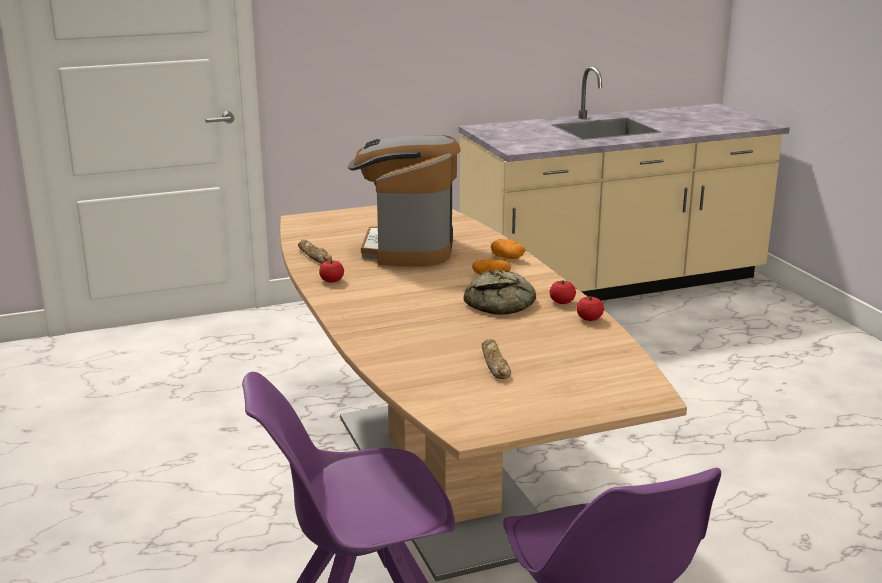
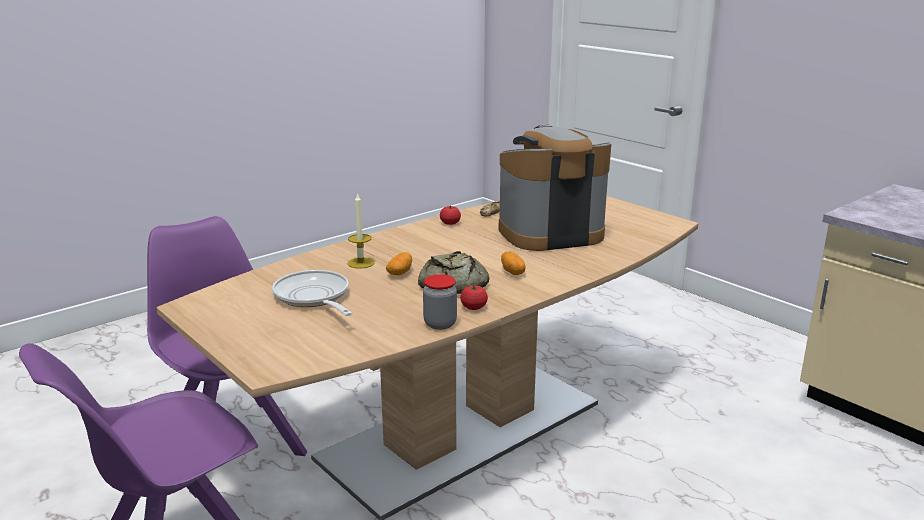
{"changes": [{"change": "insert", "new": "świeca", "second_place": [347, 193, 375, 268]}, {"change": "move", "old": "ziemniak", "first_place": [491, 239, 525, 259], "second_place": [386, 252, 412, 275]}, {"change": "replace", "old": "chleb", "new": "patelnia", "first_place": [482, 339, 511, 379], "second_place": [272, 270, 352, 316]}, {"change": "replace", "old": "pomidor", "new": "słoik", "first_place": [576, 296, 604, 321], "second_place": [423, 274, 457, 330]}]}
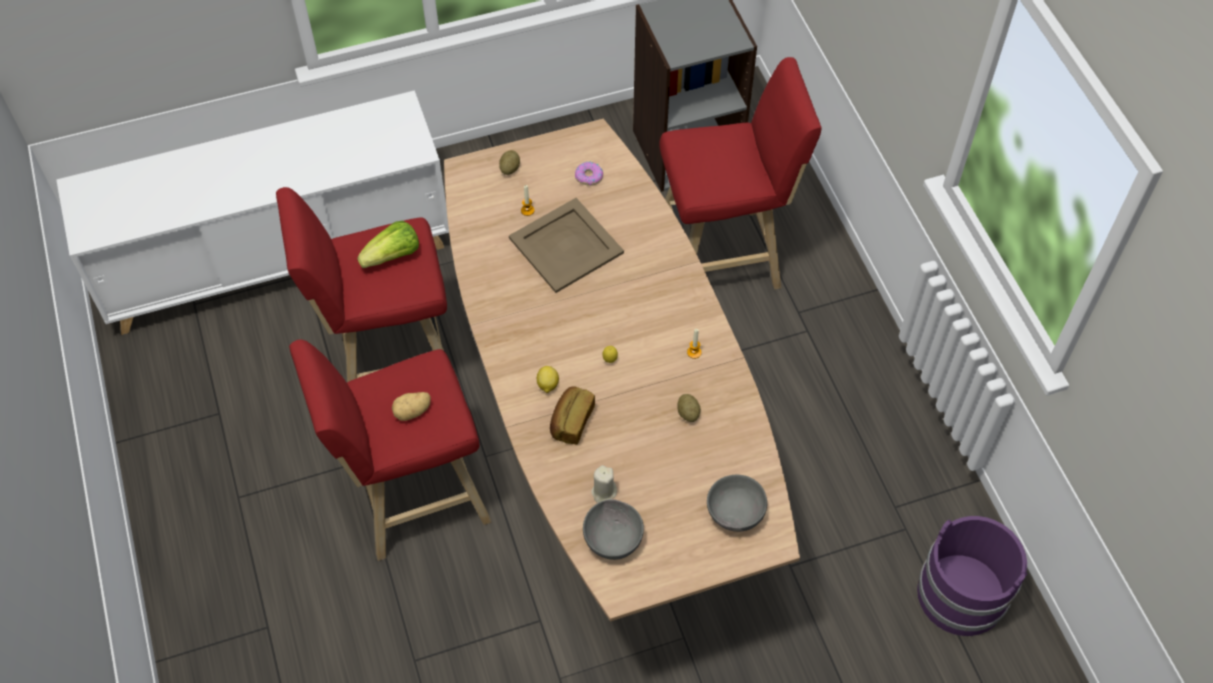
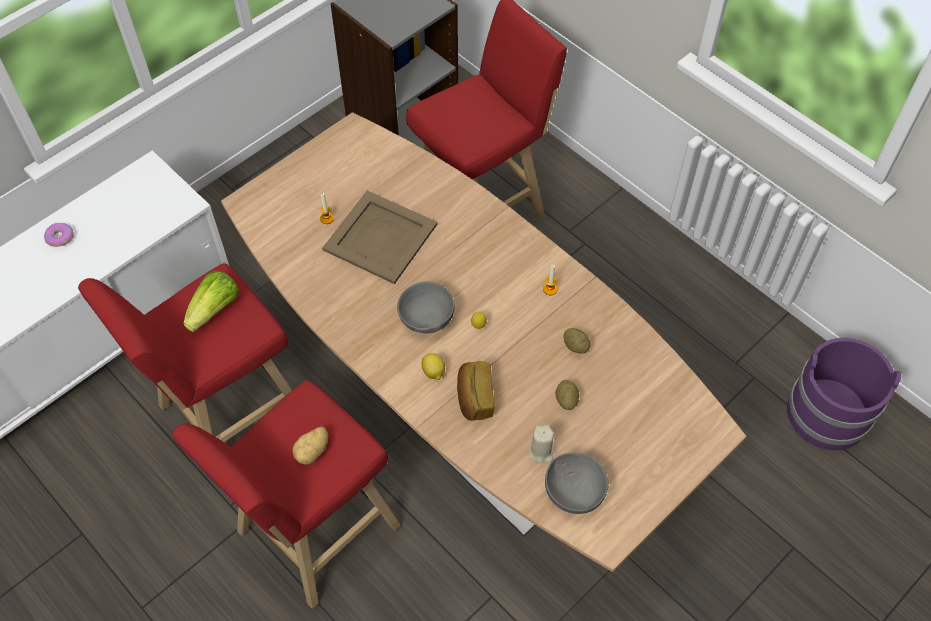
{"changes": [{"change": "move", "old": "ziemniak", "first_place": [499, 150, 520, 175], "second_place": [556, 380, 579, 410]}, {"change": "move", "old": "donut", "first_place": [575, 162, 603, 186], "second_place": [44, 223, 74, 247]}, {"change": "move", "old": "miska (szary)", "first_place": [707, 475, 767, 532], "second_place": [397, 281, 454, 333]}]}
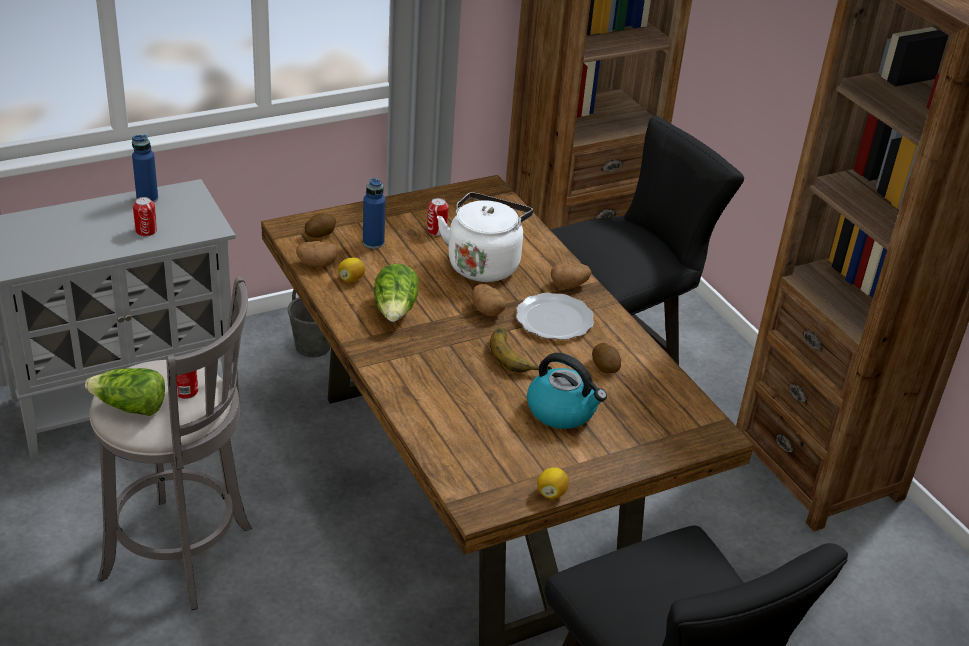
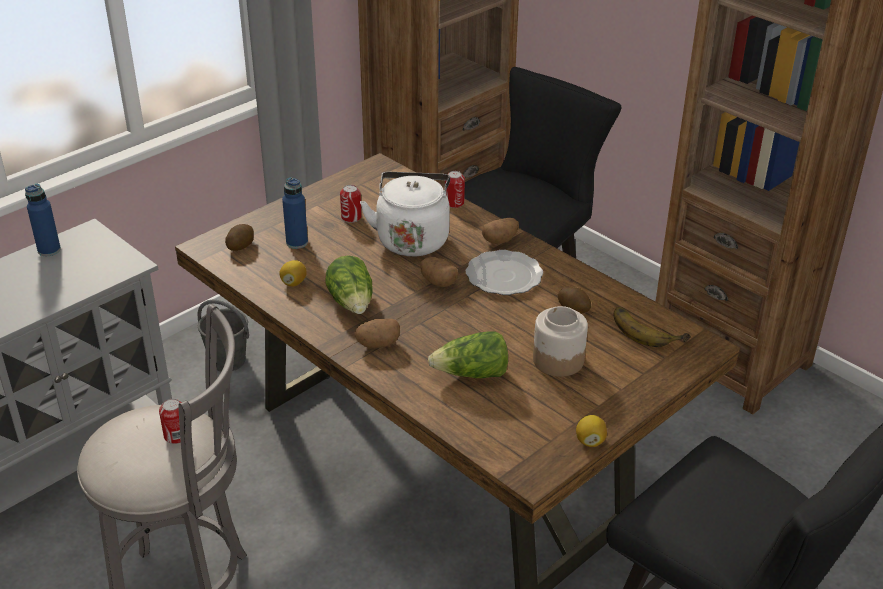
{"changes": [{"change": "move", "old": "sałata", "first_place": [85, 368, 165, 416], "second_place": [428, 332, 508, 378]}, {"change": "move", "old": "puszka", "first_place": [133, 197, 157, 236], "second_place": [445, 171, 465, 208]}, {"change": "move", "old": "ziemniak", "first_place": [296, 241, 338, 267], "second_place": [354, 319, 400, 348]}, {"change": "move", "old": "banan", "first_place": [490, 328, 552, 372], "second_place": [614, 307, 691, 347]}, {"change": "replace", "old": "czajnik", "new": "słoik", "first_place": [527, 353, 607, 429], "second_place": [533, 306, 588, 377]}]}
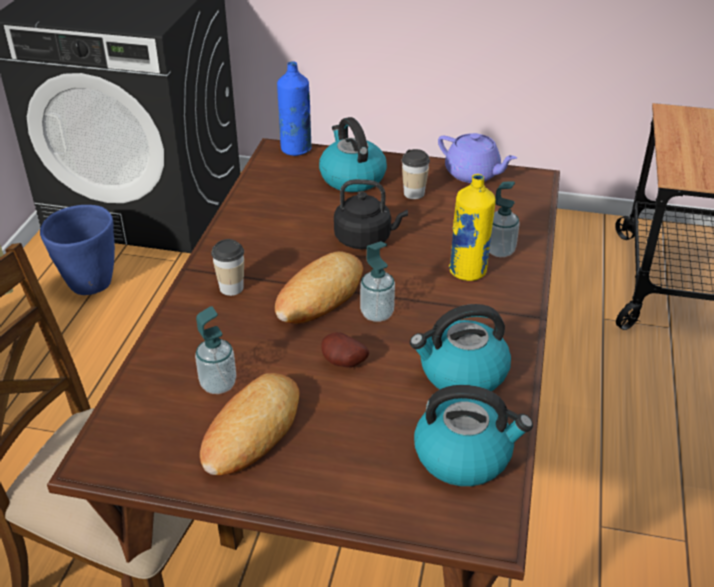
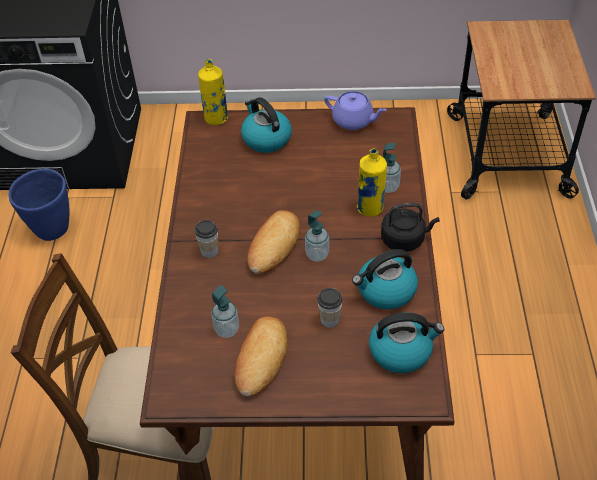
{"changes": [{"change": "delete", "old": "ziemniak", "first_place": [321, 332, 369, 368]}, {"change": "move", "old": "czajnik (czarny)", "first_place": [334, 179, 408, 249], "second_place": [381, 203, 440, 252]}, {"change": "move", "old": "filiżanka", "first_place": [402, 149, 430, 199], "second_place": [317, 288, 343, 328]}, {"change": "recolor", "old": "butelka (niebieski)", "new": "butelka (żółty)", "first_place": [277, 61, 312, 156], "second_place": [198, 59, 228, 125]}]}
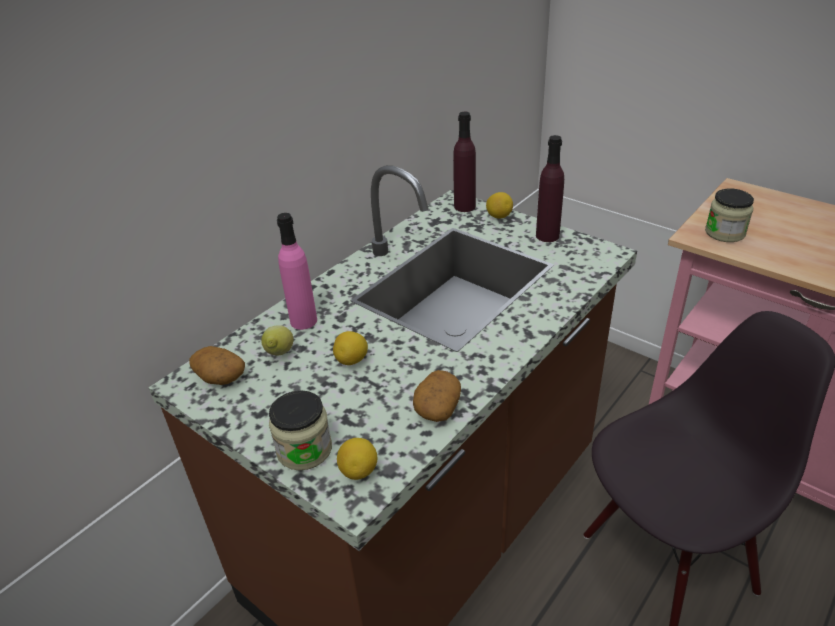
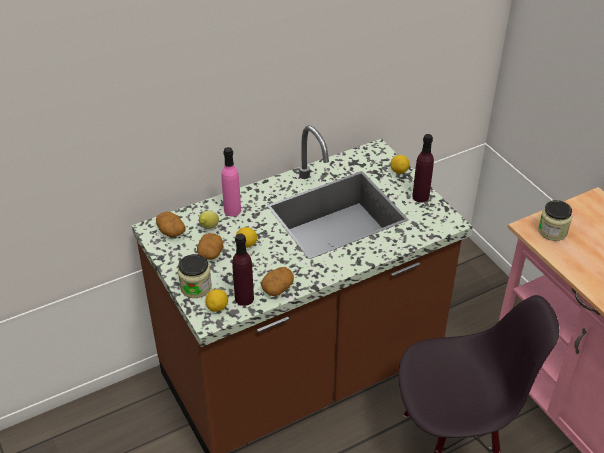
{"changes": [{"change": "insert", "new": "ziemniak", "second_place": [197, 233, 223, 260]}, {"change": "move", "old": "butelka (fioletowy)", "first_place": [453, 112, 476, 212], "second_place": [232, 233, 254, 306]}]}
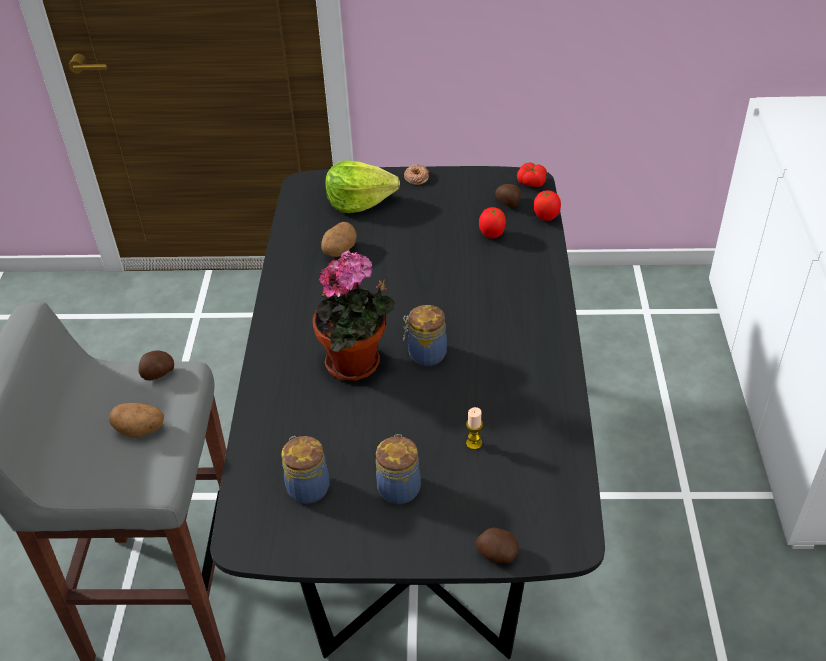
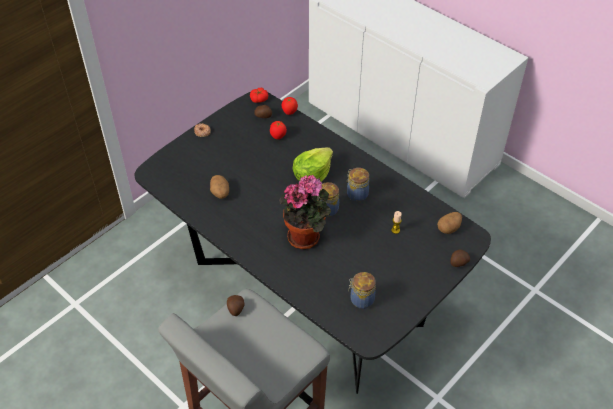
{"changes": [{"change": "move", "old": "ziemniak", "first_place": [109, 403, 164, 438], "second_place": [437, 212, 462, 234]}, {"change": "move", "old": "sałata", "first_place": [325, 161, 400, 213], "second_place": [292, 147, 333, 182]}, {"change": "move", "old": "słoik", "first_place": [376, 434, 421, 504], "second_place": [347, 168, 369, 202]}]}
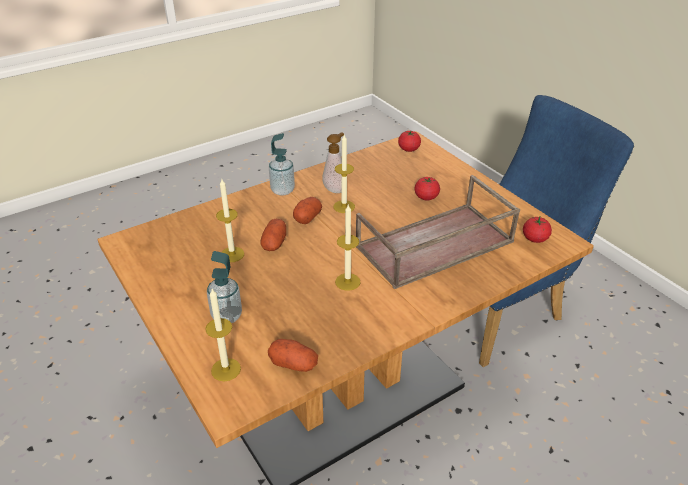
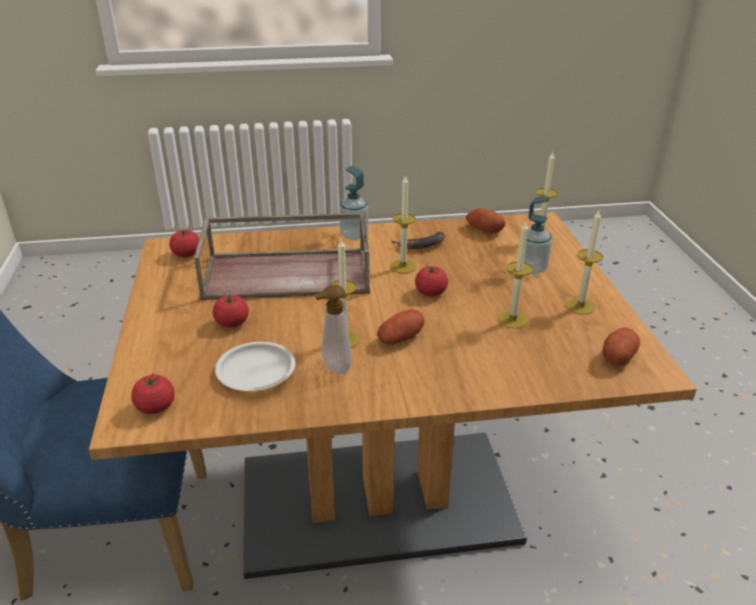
{"changes": [{"change": "insert", "new": "talerz (biały)", "second_place": [215, 342, 295, 391]}, {"change": "insert", "new": "banan", "second_place": [392, 232, 445, 249]}, {"change": "insert", "new": "pomidor", "second_place": [415, 266, 448, 297]}, {"change": "insert", "new": "świeca", "second_place": [566, 210, 603, 315]}, {"change": "move", "old": "ziemniak", "first_place": [261, 219, 286, 251], "second_place": [602, 327, 640, 366]}, {"change": "move", "old": "dozownik mydła", "first_place": [269, 133, 295, 196], "second_place": [339, 166, 368, 240]}]}
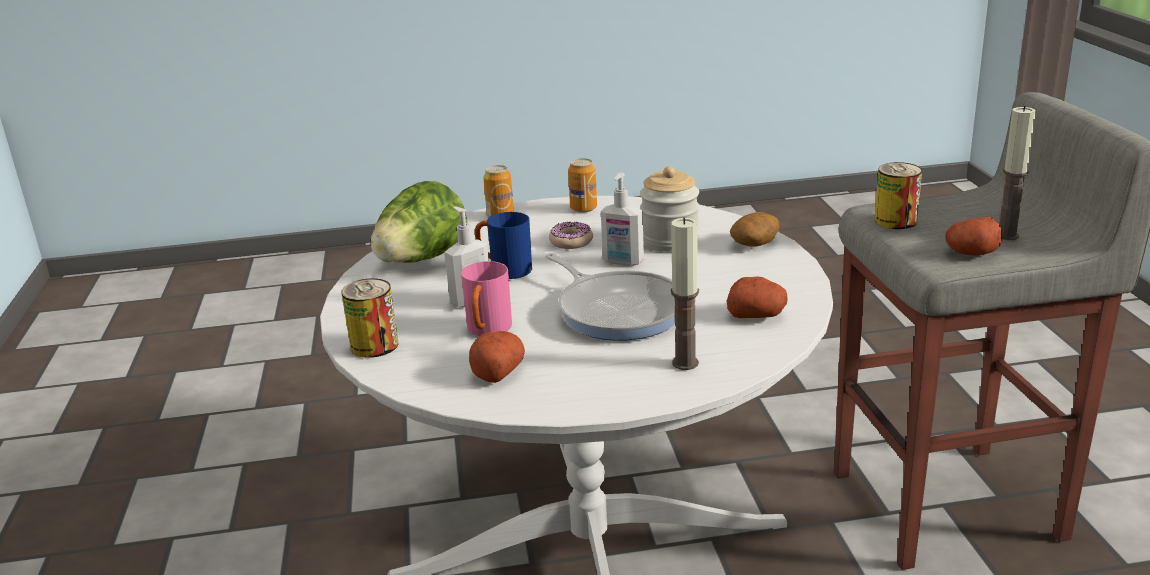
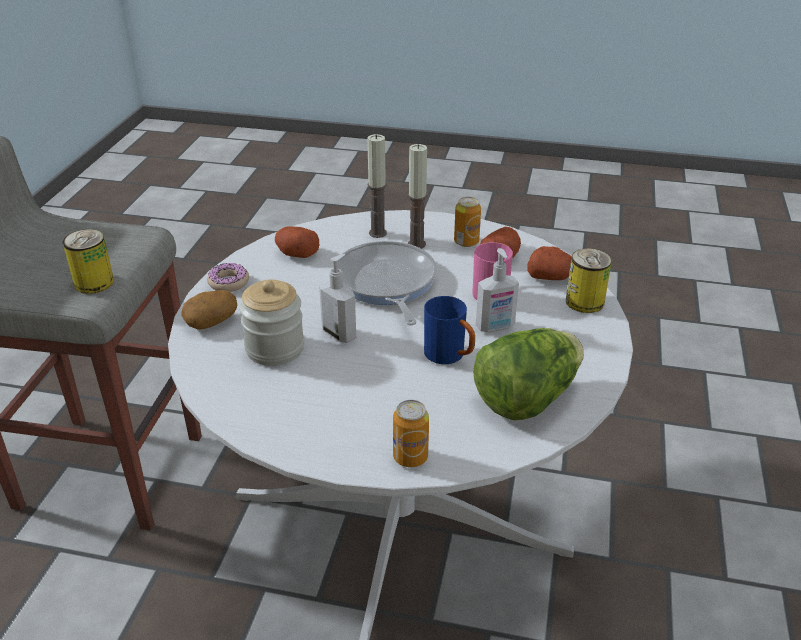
{"changes": [{"change": "move", "old": "donut", "first_place": [549, 222, 593, 249], "second_place": [207, 263, 249, 292]}, {"change": "move", "old": "puszka", "first_place": [568, 158, 597, 213], "second_place": [454, 197, 481, 247]}, {"change": "move", "old": "ziemniak", "first_place": [945, 217, 1002, 256], "second_place": [527, 246, 572, 280]}, {"change": "move", "old": "świeca", "first_place": [999, 106, 1036, 240], "second_place": [408, 144, 427, 249]}]}
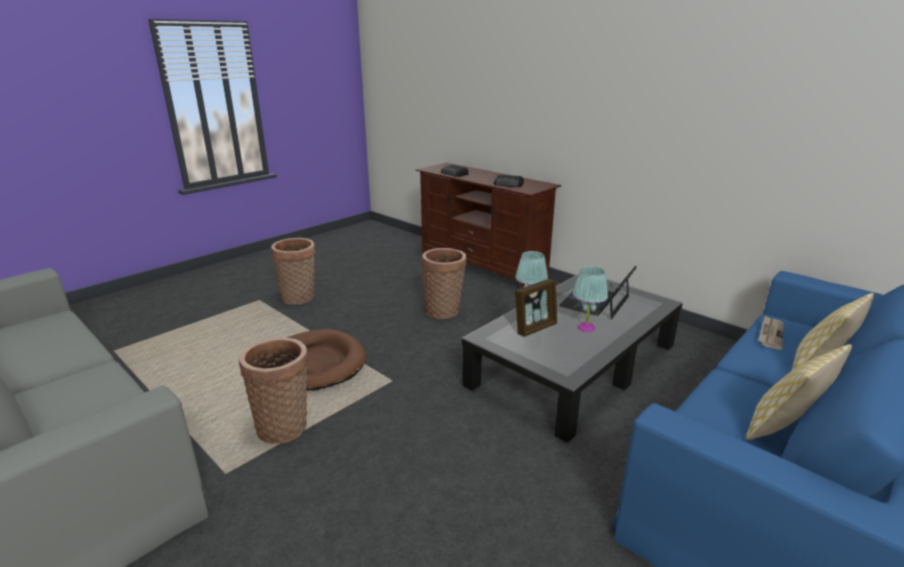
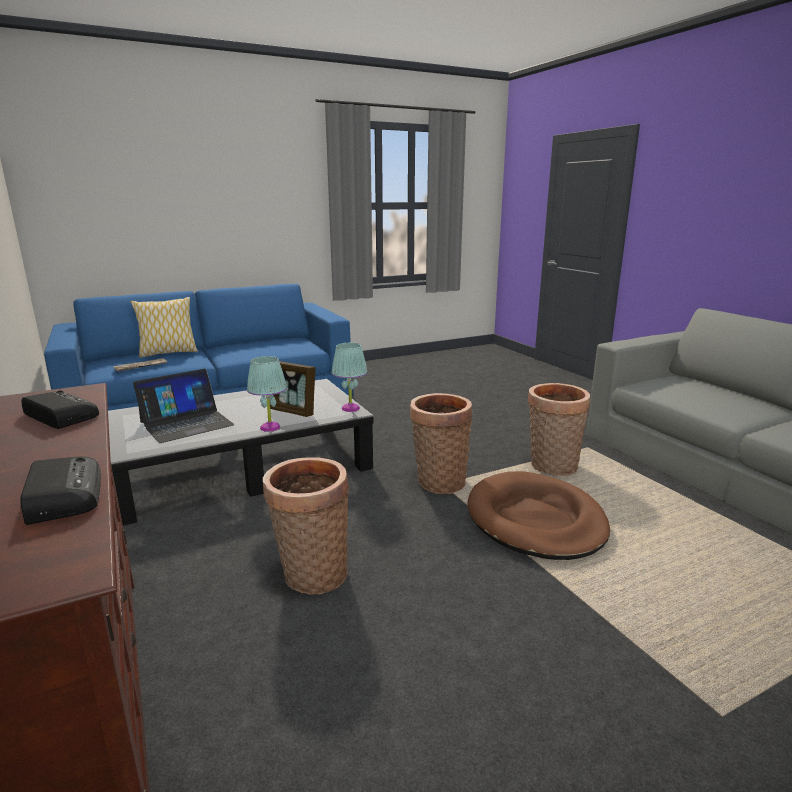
{"changes": [{"change": "delete", "old": "poduszka", "first_place": [746, 344, 852, 440]}, {"change": "move", "old": "koszyk", "first_place": [271, 238, 315, 305], "second_place": [410, 393, 472, 494]}, {"change": "move", "old": "lampa stołowa (turkusowy)", "first_place": [572, 266, 608, 332], "second_place": [332, 343, 368, 412]}, {"change": "rotate", "old": "ramka na zdjęcie", "first_place": [515, 279, 557, 337], "second_place": [270, 361, 316, 417], "degrees": -135}]}
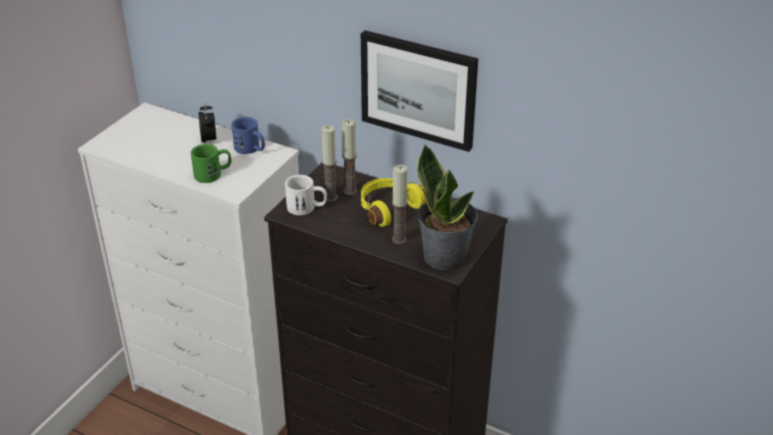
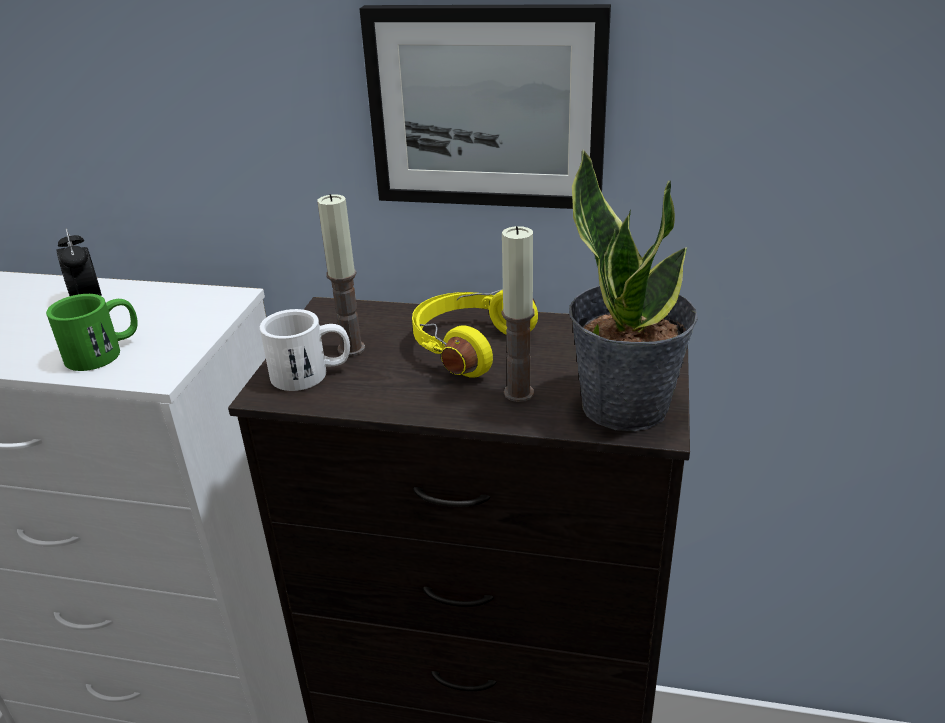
{"changes": [{"change": "delete", "old": "kubek (niebieski)", "first_place": [231, 117, 265, 154]}, {"change": "delete", "old": "świeca", "first_place": [342, 119, 357, 195]}]}
